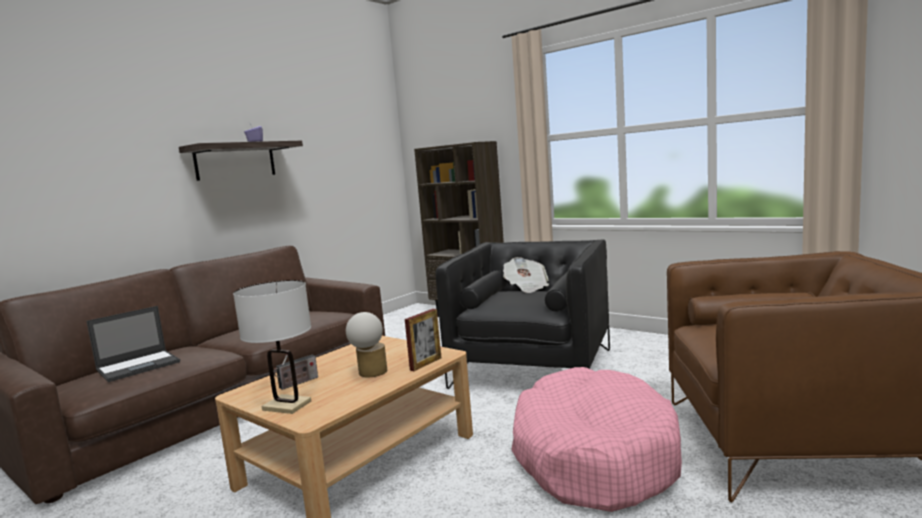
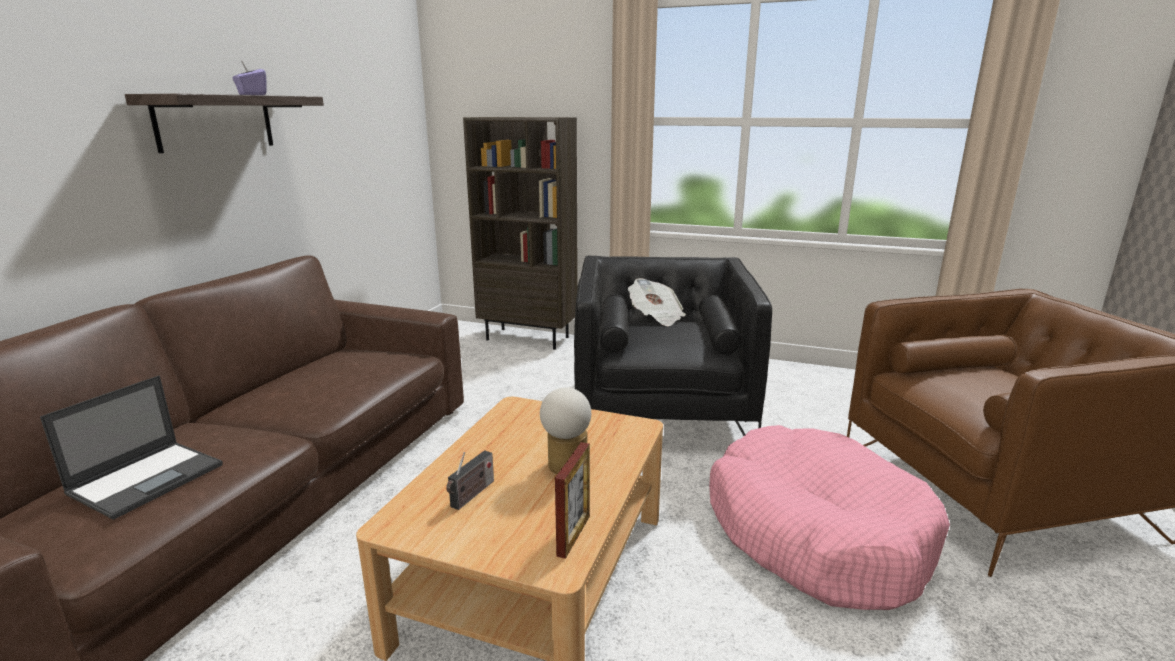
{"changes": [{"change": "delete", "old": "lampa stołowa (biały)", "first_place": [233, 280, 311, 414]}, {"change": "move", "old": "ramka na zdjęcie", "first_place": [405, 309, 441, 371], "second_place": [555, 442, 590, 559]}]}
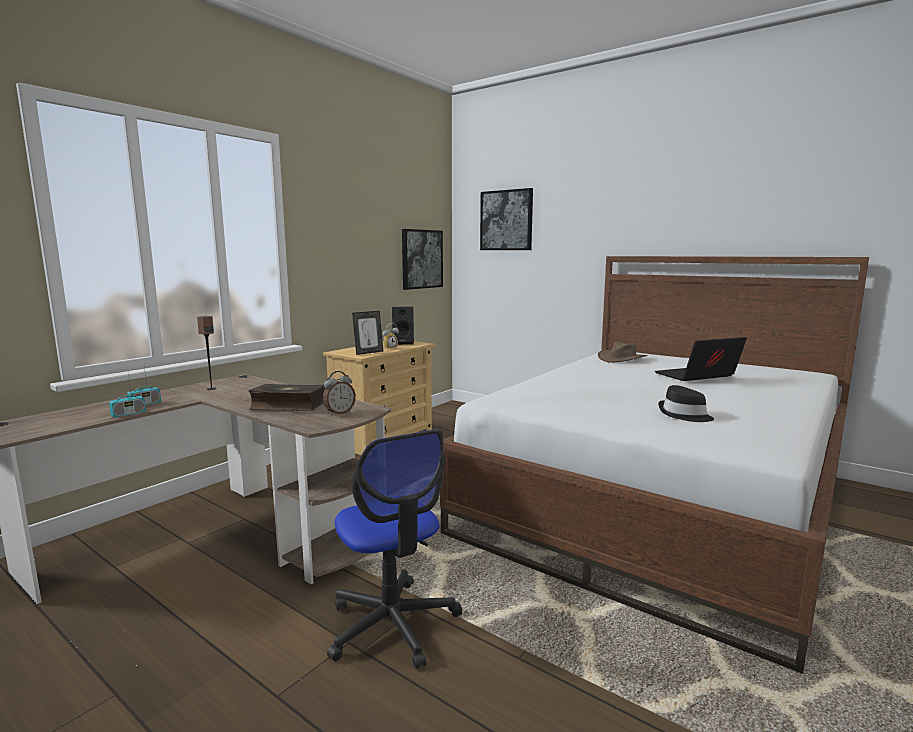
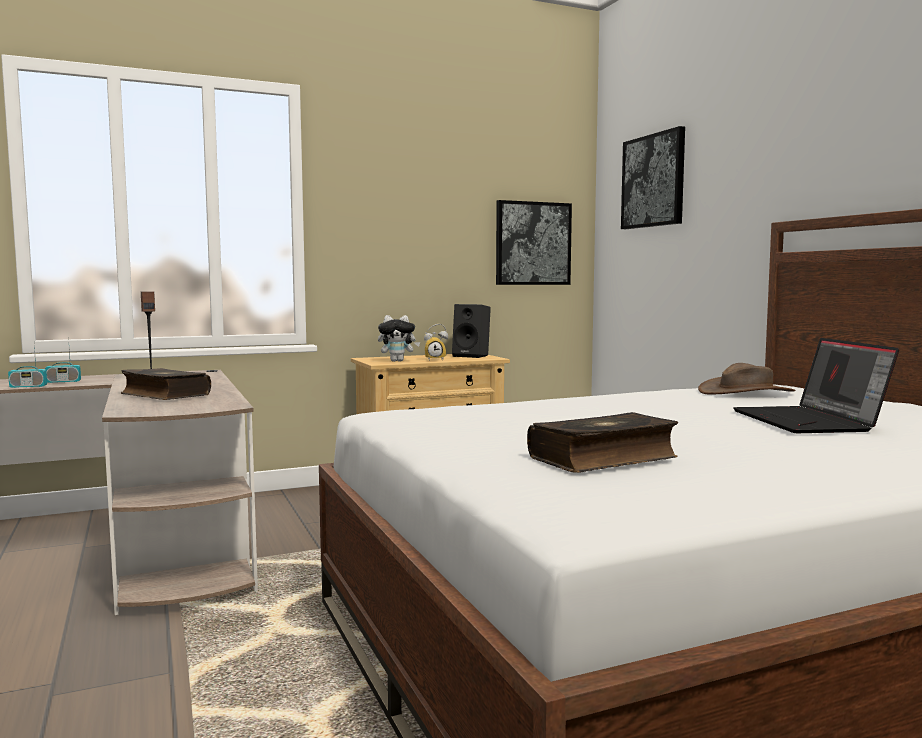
{"changes": [{"change": "delete", "old": "budzik", "first_place": [323, 371, 356, 415]}, {"change": "delete", "old": "krzesło biurowe", "first_place": [327, 429, 462, 669]}, {"change": "replace", "old": "ramka na zdjęcie", "new": "pluszak", "first_place": [352, 311, 383, 355], "second_place": [378, 315, 420, 362]}, {"change": "replace", "old": "kapelusz (czarny)", "new": "książka", "first_place": [658, 385, 714, 422], "second_place": [527, 412, 678, 473]}, {"change": "rotate", "old": "laptop", "first_place": [655, 337, 747, 381], "second_place": [733, 338, 899, 433], "degrees": -105}]}
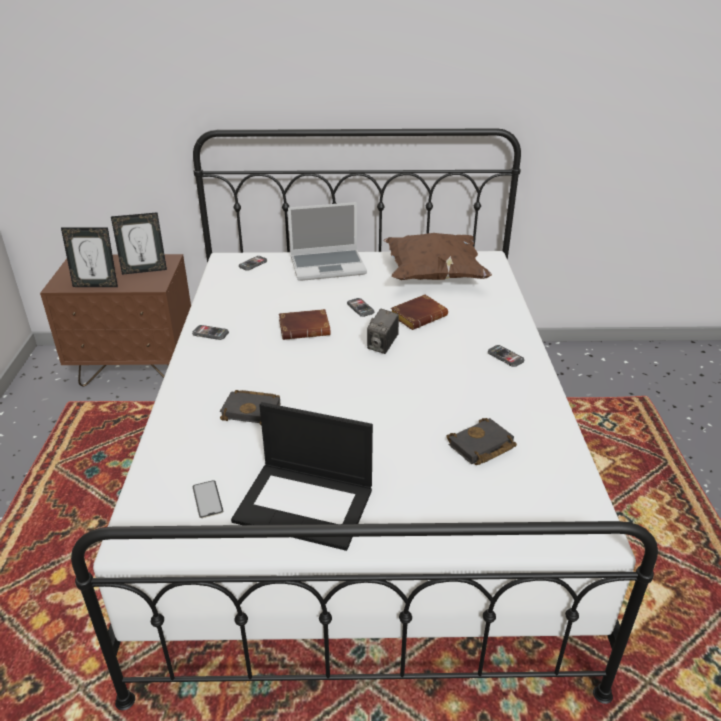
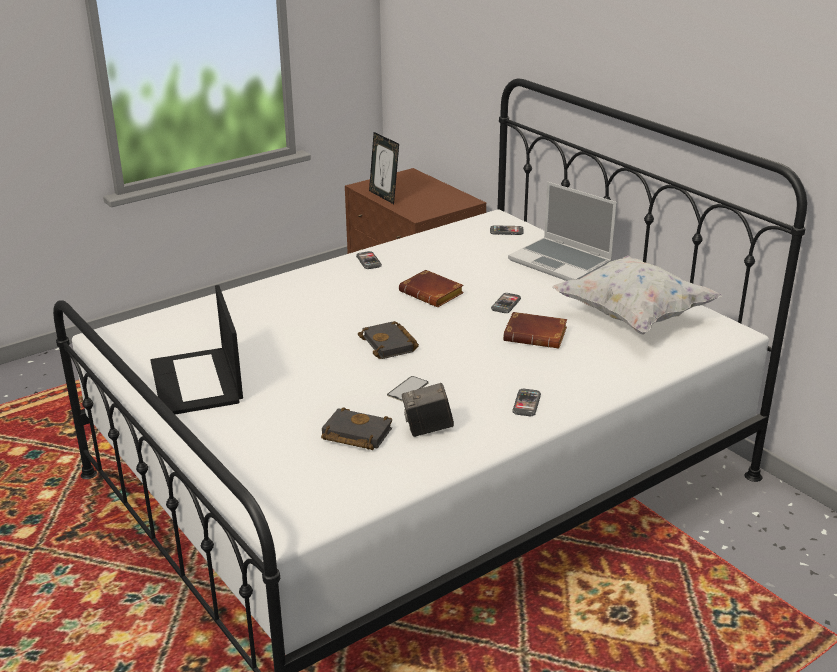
{"changes": [{"change": "delete", "old": "ramka na zdjęcie", "first_place": [111, 212, 167, 275]}, {"change": "move", "old": "telefon", "first_place": [193, 480, 223, 518], "second_place": [387, 376, 428, 402]}, {"change": "move", "old": "książka (czarny)", "first_place": [220, 390, 280, 425], "second_place": [358, 321, 419, 359]}, {"change": "move", "old": "aparat fotograficzny", "first_place": [367, 309, 399, 354], "second_place": [402, 383, 454, 437]}, {"change": "recolor", "old": "poduszka (brązowy)", "new": "poduszka (biały)", "first_place": [384, 233, 492, 280], "second_place": [553, 255, 722, 335]}]}
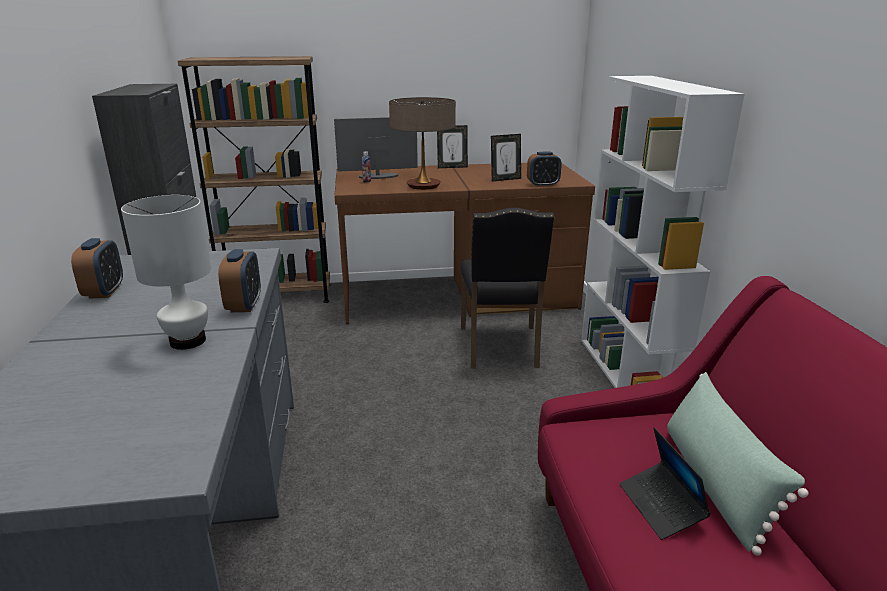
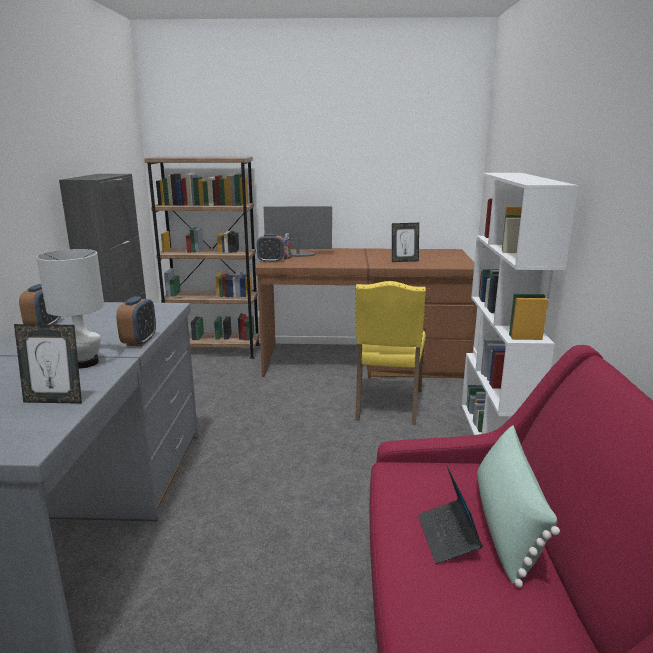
{"changes": [{"change": "delete", "old": "lampa stołowa", "first_place": [389, 97, 456, 190]}, {"change": "move", "old": "ramka na zdjęcie", "first_place": [437, 125, 468, 168], "second_place": [14, 324, 82, 404]}, {"change": "move", "old": "budzik", "first_place": [527, 152, 562, 187], "second_place": [257, 234, 284, 263]}, {"change": "recolor", "old": "krzesło (czarny)", "new": "krzesło (żółty)", "first_place": [461, 208, 554, 369], "second_place": [355, 281, 426, 425]}]}
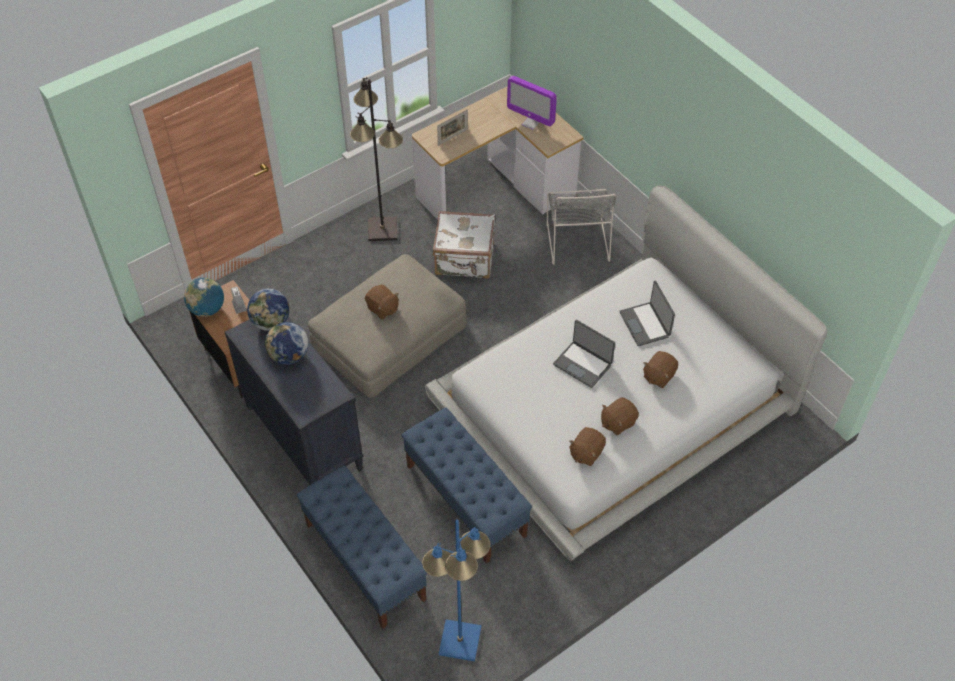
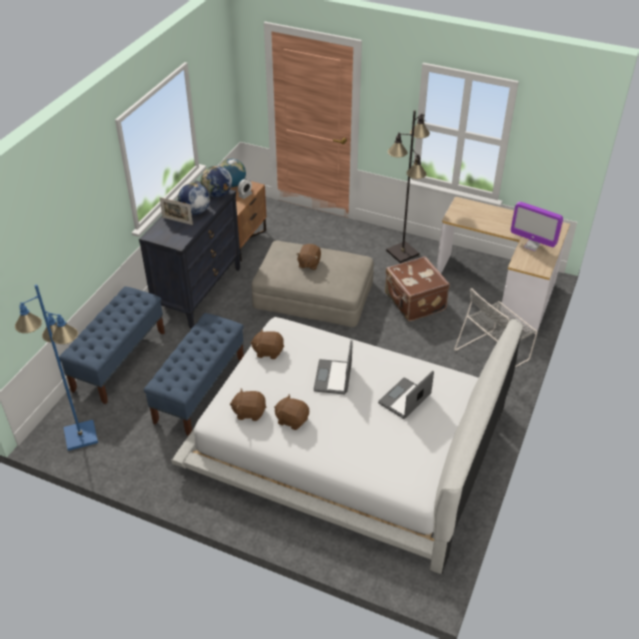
{"changes": [{"change": "move", "old": "ramka na zdjęcie", "first_place": [437, 109, 468, 146], "second_place": [160, 197, 193, 225]}, {"change": "move", "old": "pluszak (brązowy)", "first_place": [643, 351, 678, 388], "second_place": [250, 329, 284, 359]}, {"change": "recolor", "old": "walizka (biały)", "new": "walizka (brązowy)", "first_place": [433, 211, 495, 279], "second_place": [385, 256, 450, 321]}, {"change": "rotate", "old": "monitor", "first_place": [507, 76, 557, 130], "second_place": [511, 202, 563, 251], "degrees": -60}]}
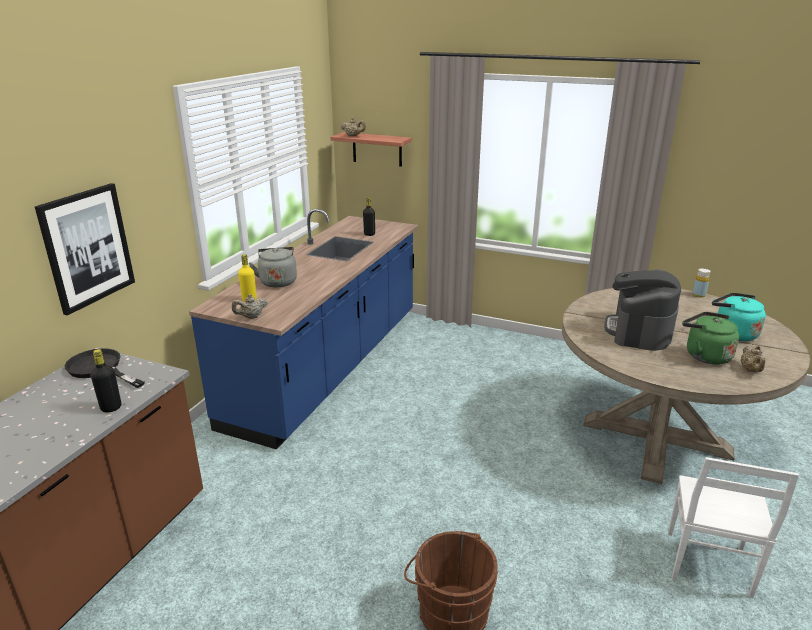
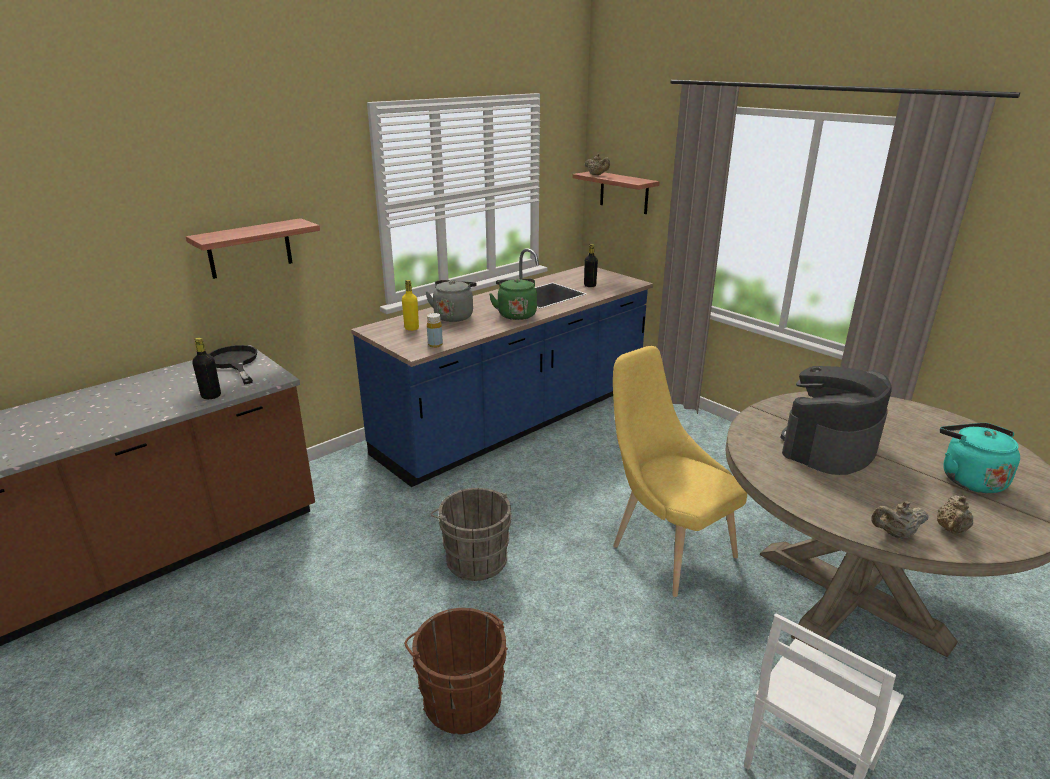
{"changes": [{"change": "insert", "new": "wiadro (szary)", "second_place": [431, 488, 511, 581]}, {"change": "insert", "new": "krzesło (żółty)", "second_place": [613, 346, 747, 597]}, {"change": "move", "old": "imbryk (beżowy)", "first_place": [232, 294, 268, 319], "second_place": [871, 501, 929, 539]}, {"change": "move", "old": "czajnik (zielony)", "first_place": [682, 312, 739, 365], "second_place": [489, 278, 537, 320]}, {"change": "move", "old": "butelka (żółty)", "first_place": [692, 268, 711, 298], "second_place": [427, 313, 443, 348]}, {"change": "replace", "old": "obraz", "new": "półka", "first_place": [35, 183, 135, 315], "second_place": [186, 218, 320, 279]}]}
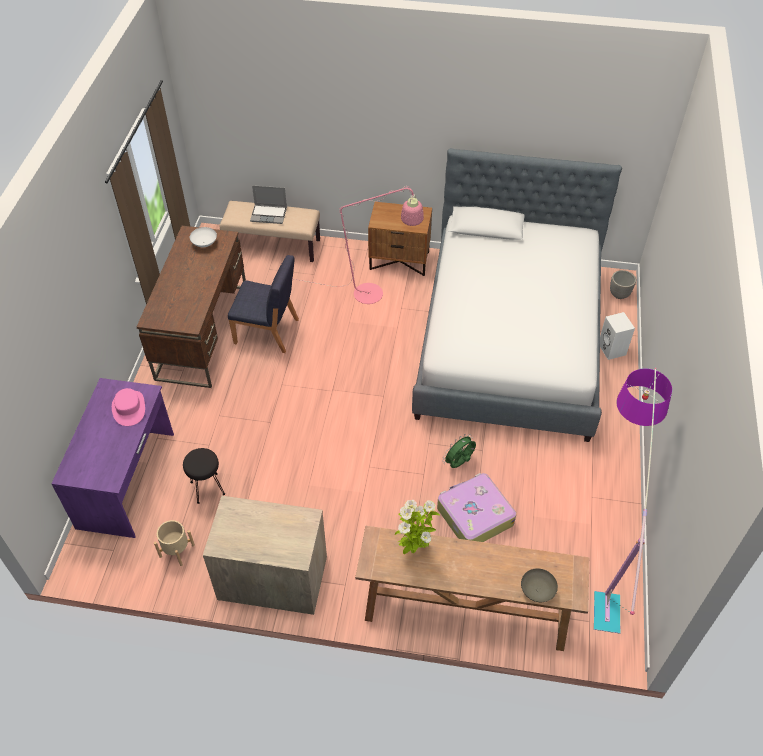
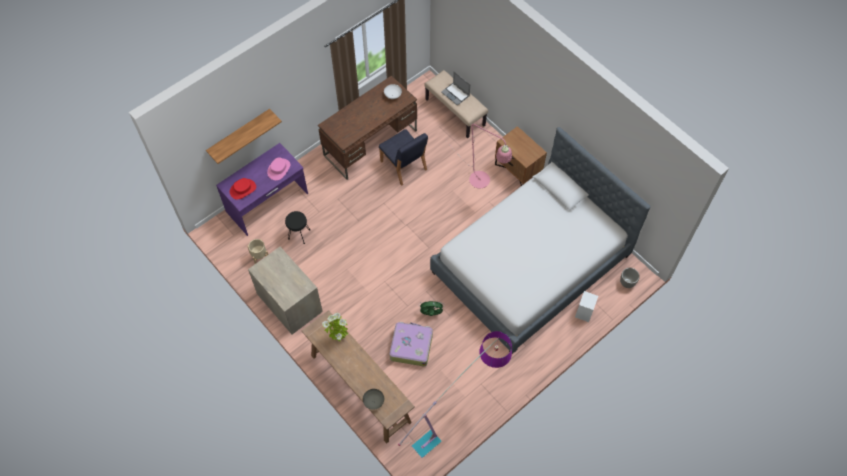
{"changes": [{"change": "insert", "new": "półka", "second_place": [206, 109, 282, 164]}, {"change": "insert", "new": "kapelusz (czerwony)", "second_place": [230, 178, 256, 200]}]}
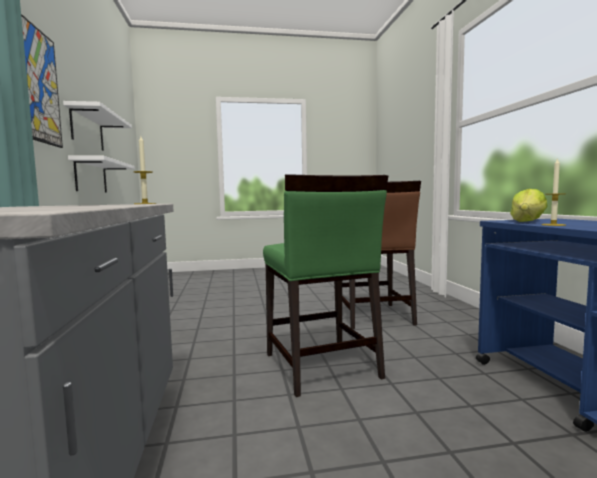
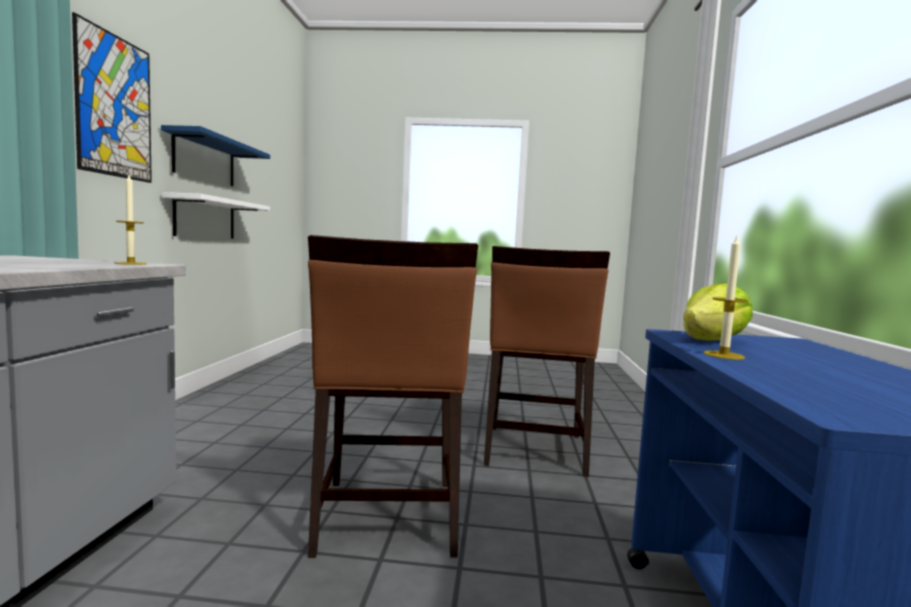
{"changes": [{"change": "recolor", "old": "półka (biały)", "new": "półka (niebieski)", "first_place": [63, 101, 132, 151], "second_place": [161, 125, 270, 186]}, {"change": "recolor", "old": "krzesło (zielony)", "new": "krzesło (brązowy)", "first_place": [263, 174, 388, 397], "second_place": [308, 235, 478, 558]}]}
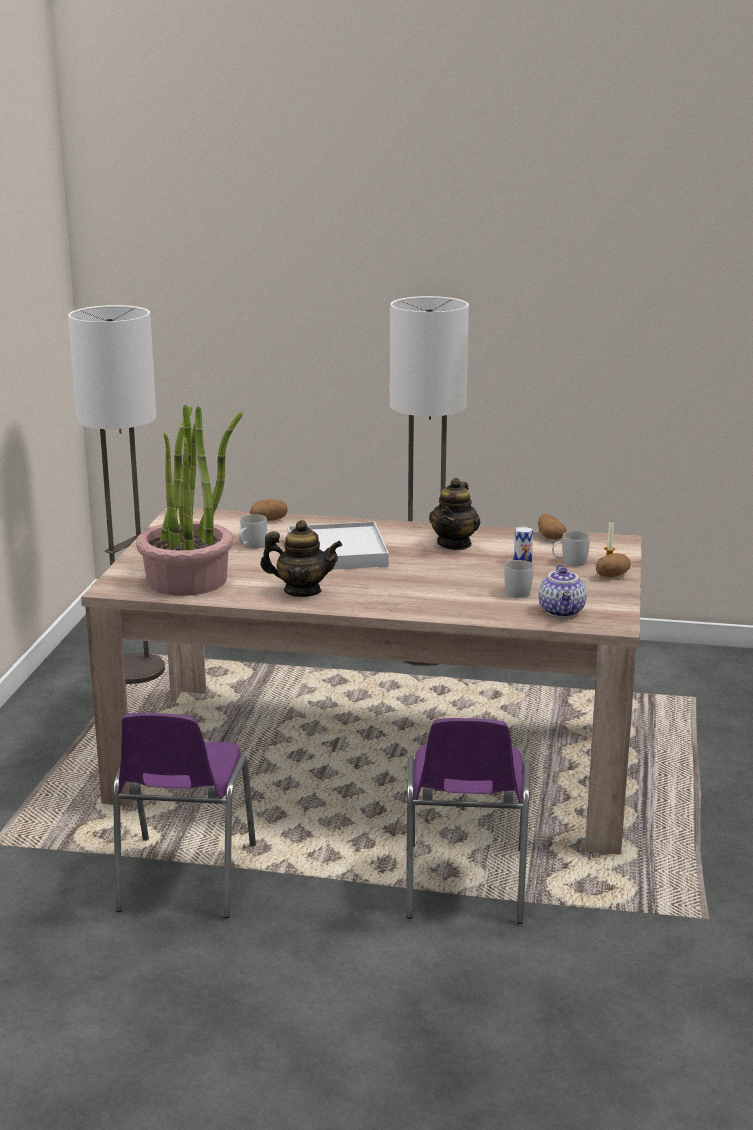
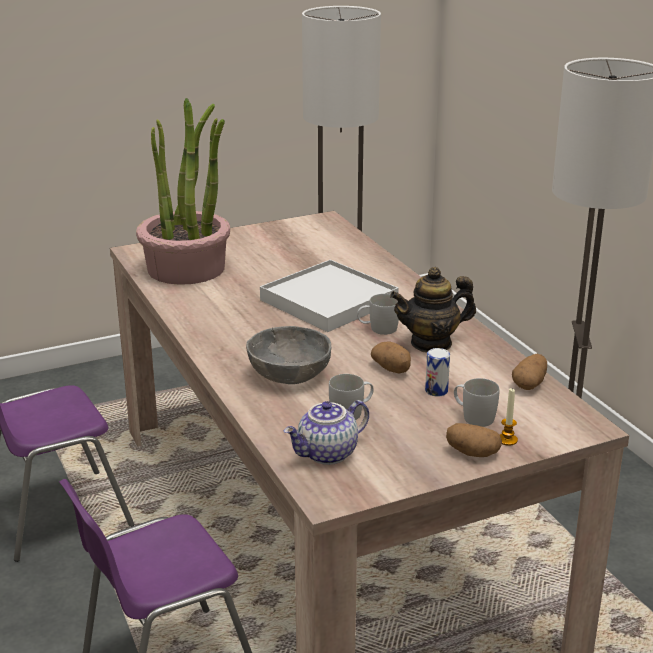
{"changes": [{"change": "delete", "old": "imbryk", "first_place": [260, 520, 342, 597]}, {"change": "insert", "new": "miska (szary)", "second_place": [246, 326, 331, 384]}, {"change": "move", "old": "kubek (biały)", "first_place": [239, 514, 267, 549], "second_place": [357, 294, 399, 335]}, {"change": "move", "old": "ziemniak", "first_place": [250, 500, 288, 521], "second_place": [371, 342, 411, 373]}]}
